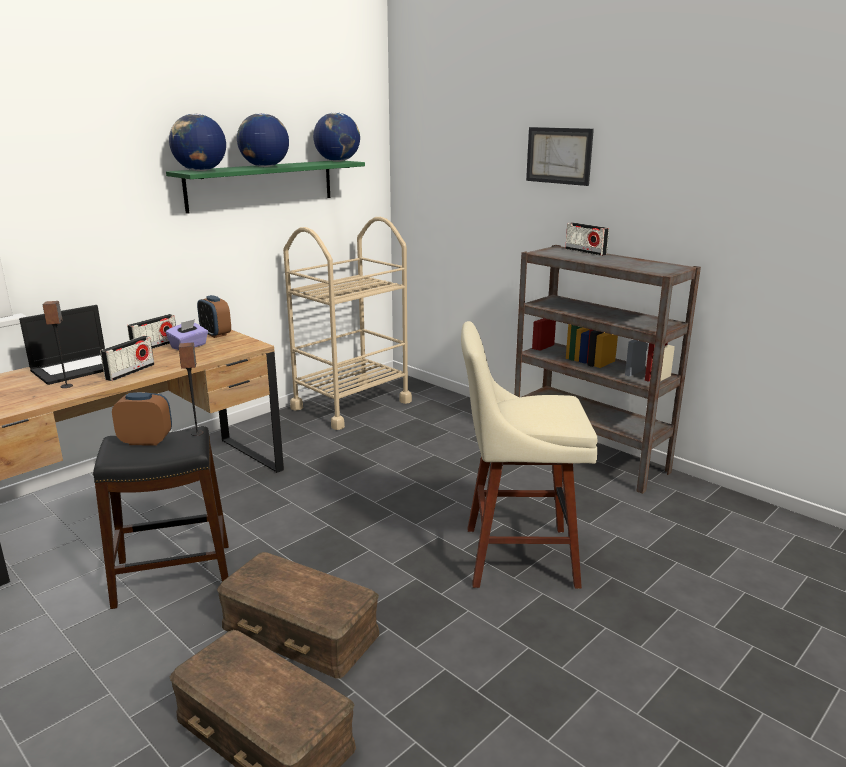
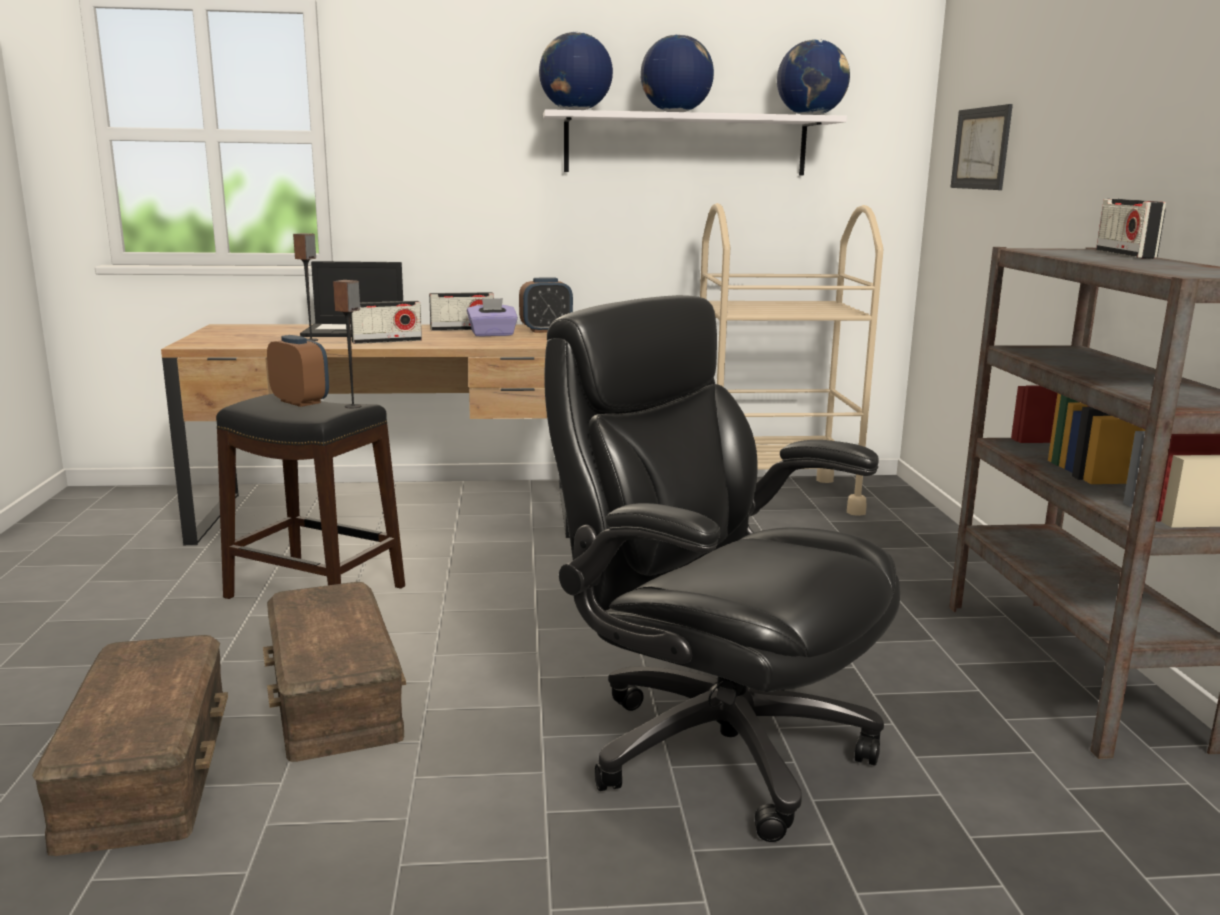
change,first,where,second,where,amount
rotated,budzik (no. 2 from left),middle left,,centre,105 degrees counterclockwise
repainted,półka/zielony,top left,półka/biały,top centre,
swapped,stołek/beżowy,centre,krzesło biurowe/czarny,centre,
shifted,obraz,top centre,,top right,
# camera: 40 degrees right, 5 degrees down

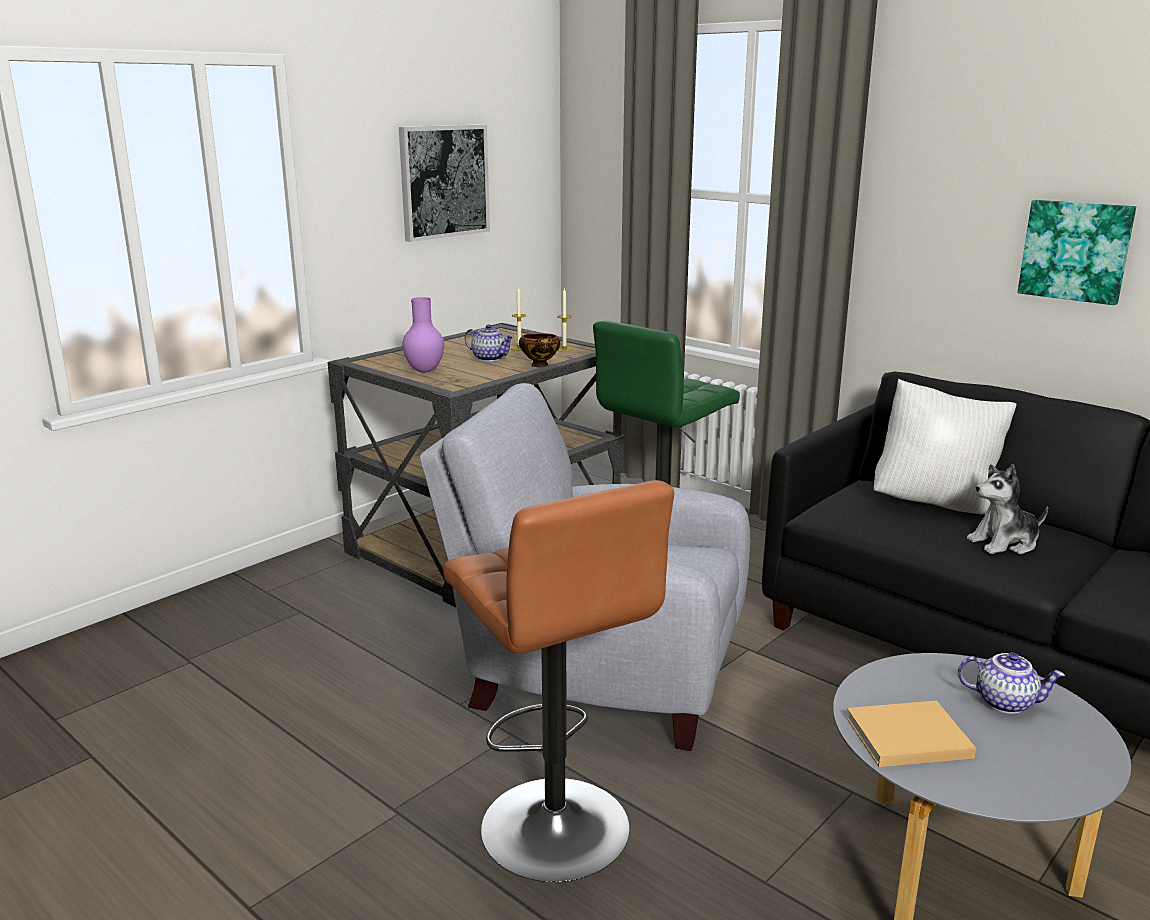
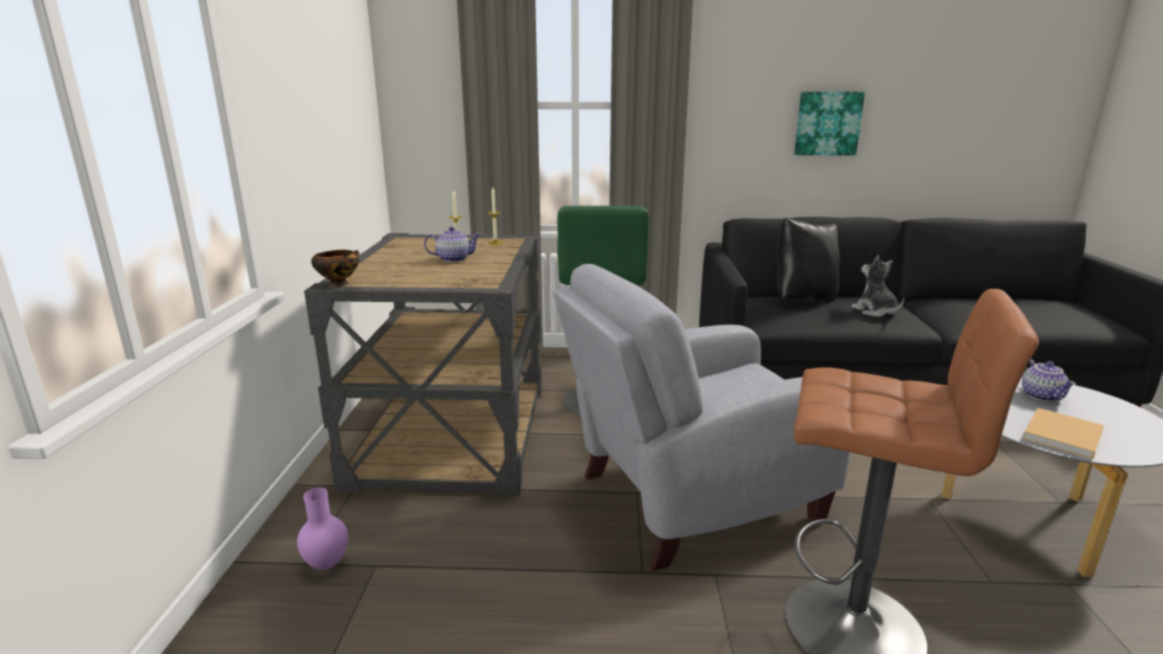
change,first,where,second,where,amount
shifted,wazon/fioletowy,centre,,bottom left,
shifted,miska,centre,,middle left,
repainted,poduszka/biały,middle right,poduszka/czarny,middle right,
rotated,pluszak,middle right,,middle right,120 degrees clockwise
rotated,imbryk (no. 2 from left),bottom right,,middle right,105 degrees clockwise
gone,obraz (no. 1 from left),top centre,,,
# camera: 40 degrees left, 0 degrees up

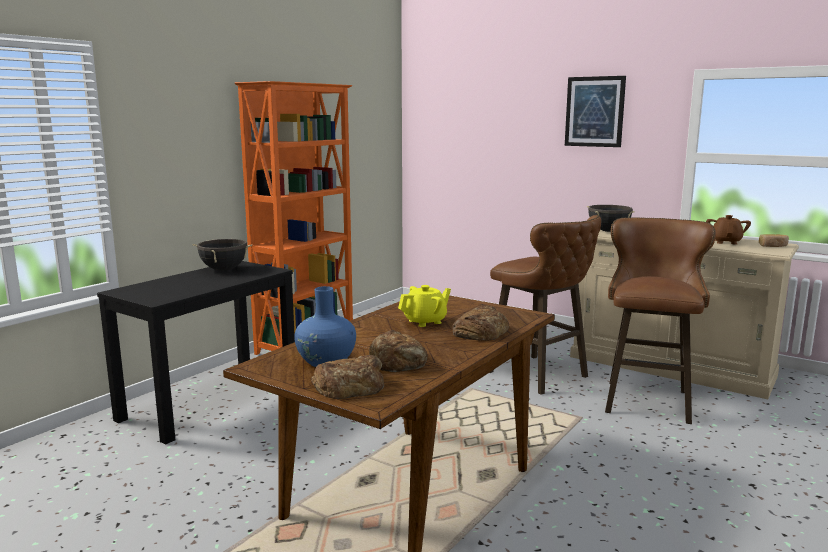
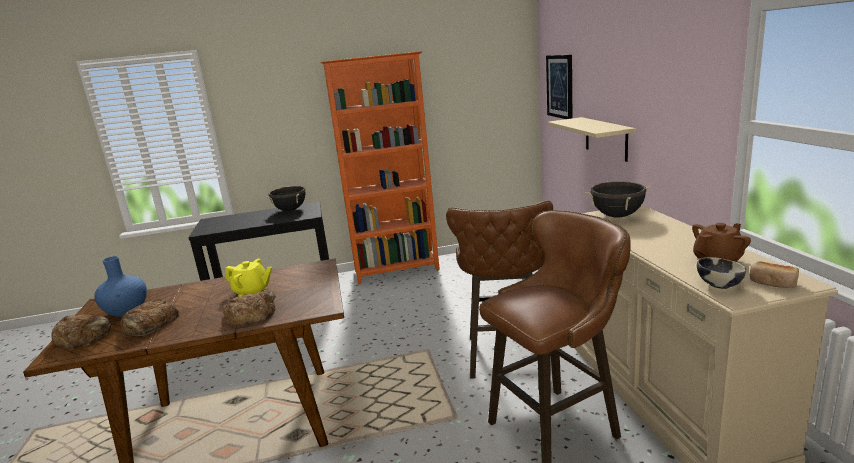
change,first,where,second,where,amount
shifted,obraz,top right,,top centre,
new,,,półka/beżowy,top right,
new,,,miska,middle right,
# camera: 45 degrees right, 5 degrees up

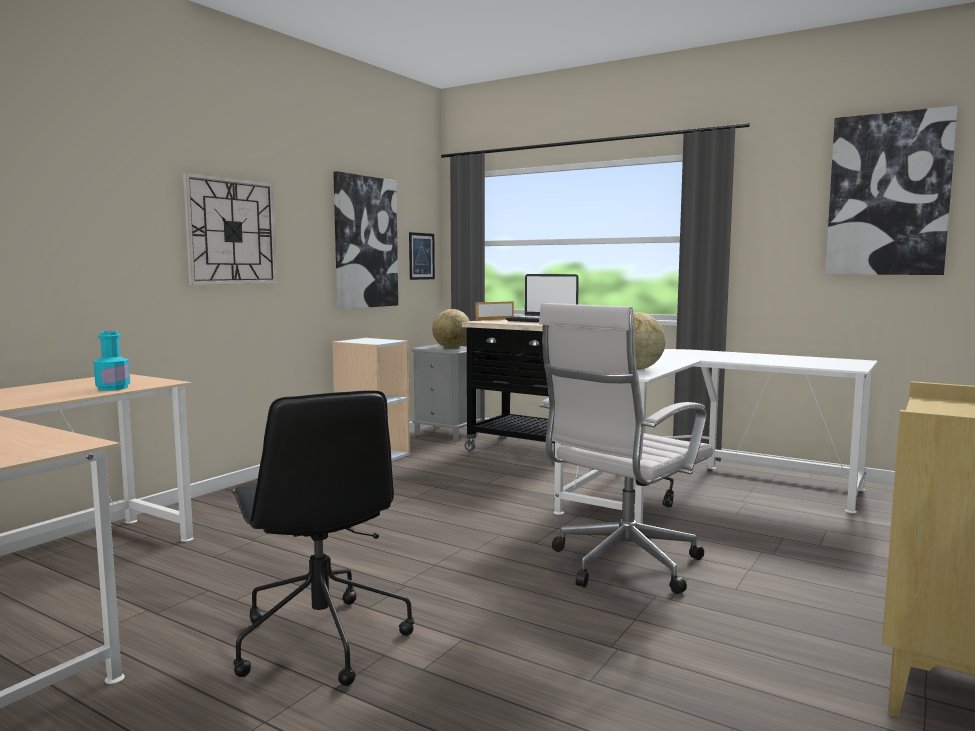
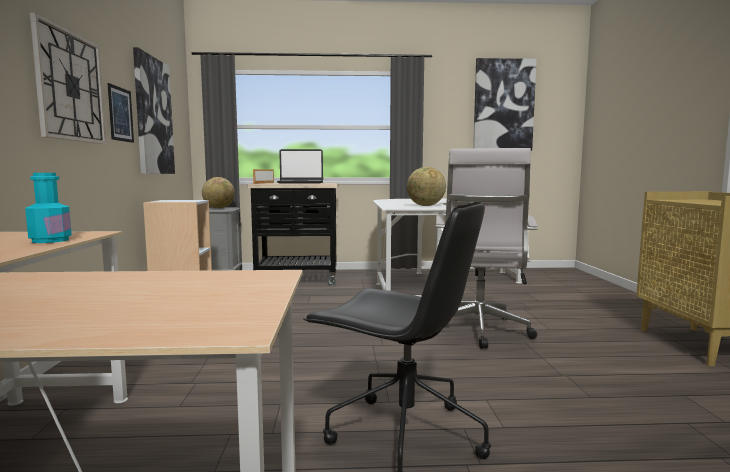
change,first,where,second,where,amount
shifted,obraz (no. 2 from left in the first image),centre,obraz (no. 1 from left),top left,
# camera: 35 degrees left, 0 degrees up

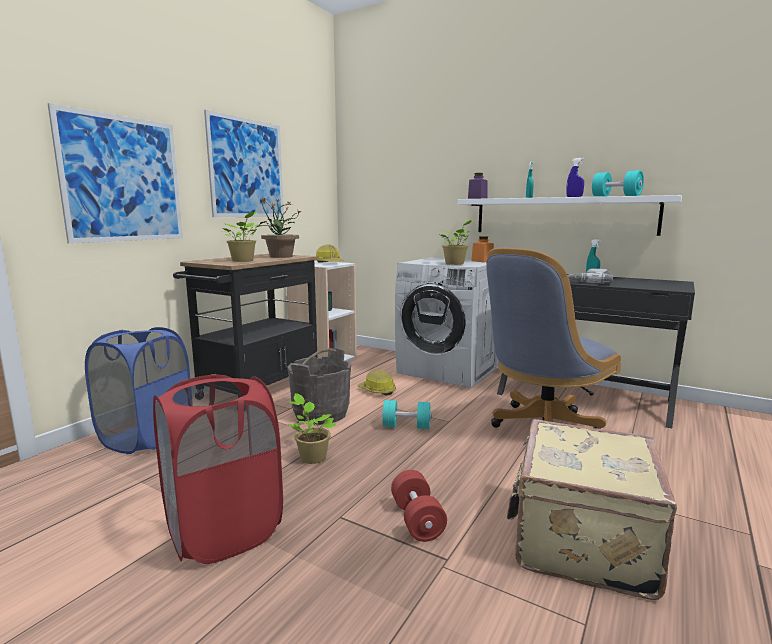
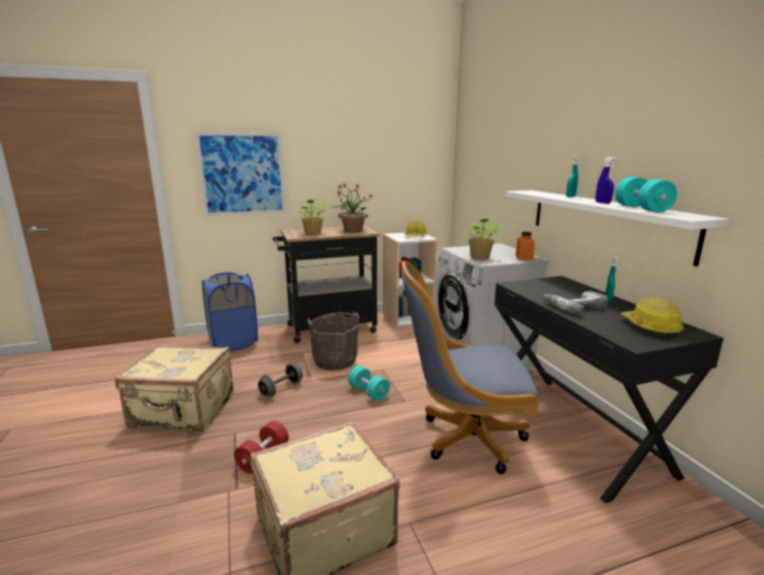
change,first,where,second,where,amount
swapped,kosz na pranie/czerwony,bottom left,walizka/beżowy (no. 1 from left),bottom left,
swapped,roślina doniczkowa (no. 3 from left),centre,hantel/szary,centre,
shifted,kask (no. 2 from left),centre,,middle right,
gone,obraz (no. 2 from left),top left,,,
gone,słoik/fioletowy,top centre,,,
# camera: 40 degrees right, 5 degrees up

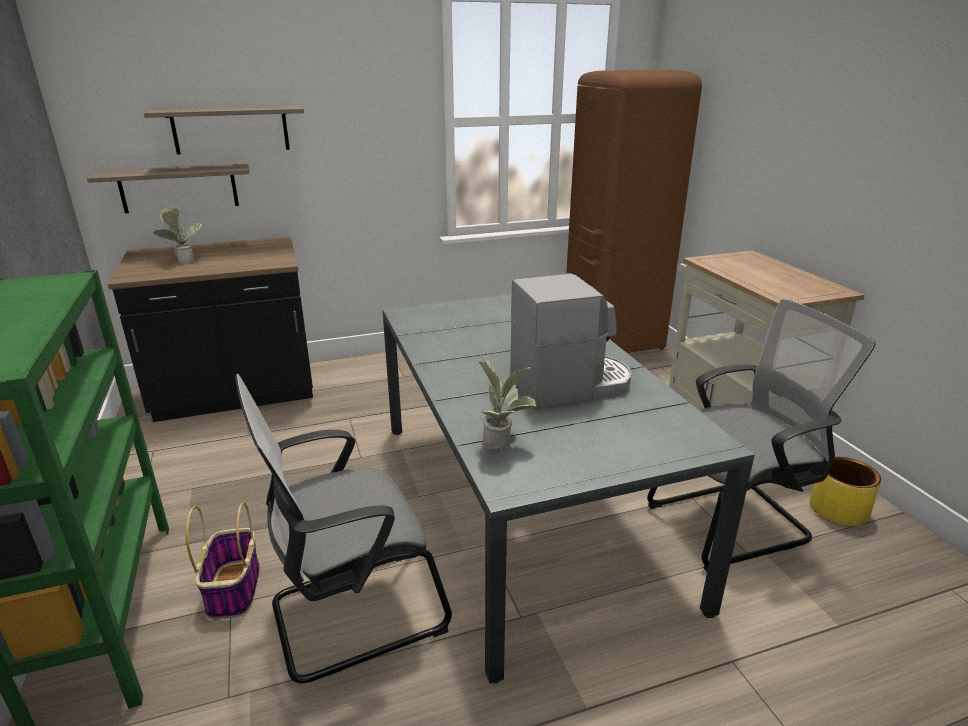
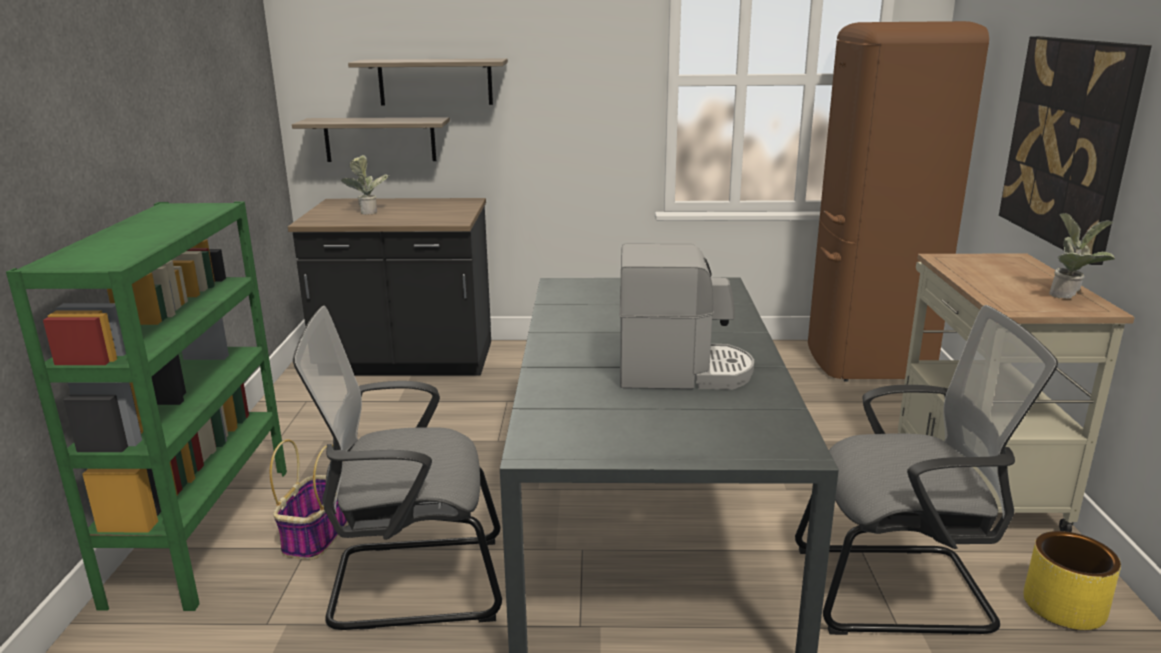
change,first,where,second,where,amount
new,,,obraz,top right,
shifted,roślina doniczkowa (no. 2 from left),centre,,middle right,
# camera: 20 degrees right, 5 degrees down

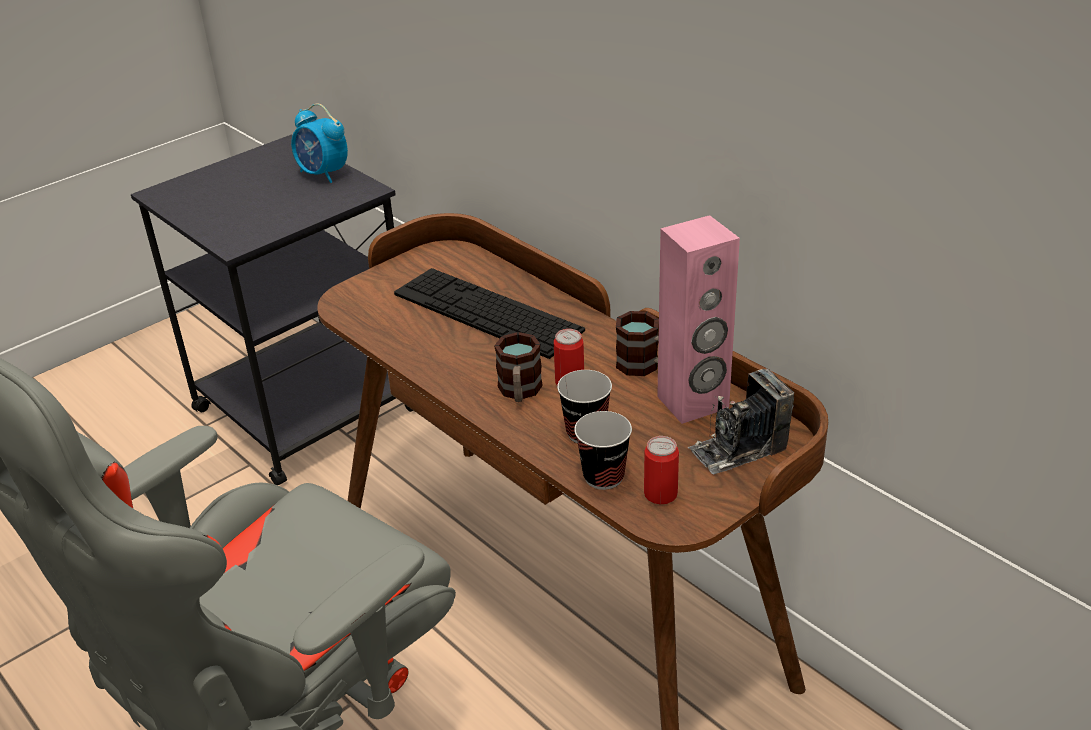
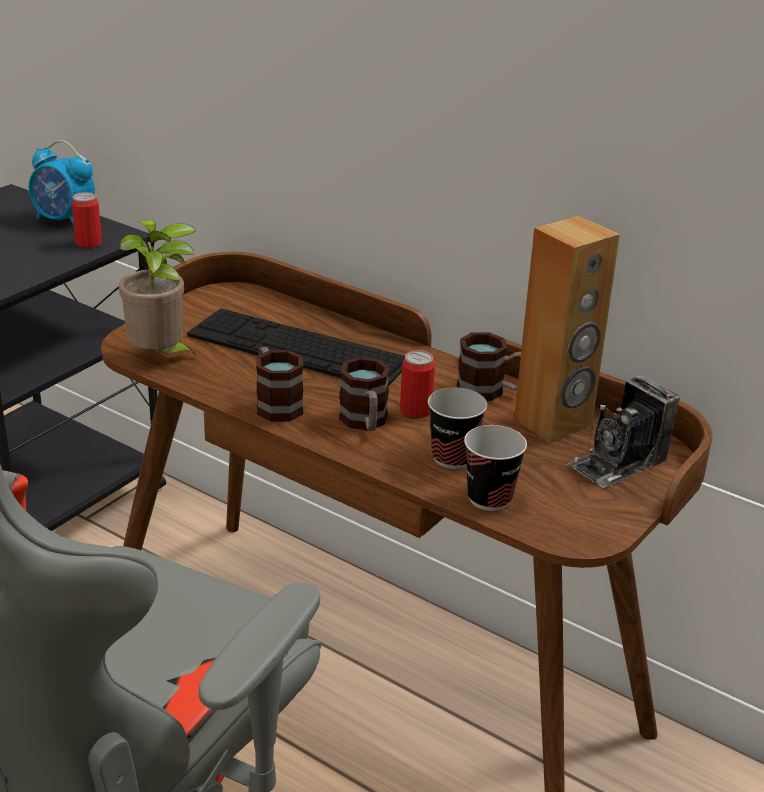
change,first,where,second,where,amount
shifted,puszka (no. 2 from left in the first image),centre,puszka (no. 1 from left),top left,
new,,,roślina doniczkowa,middle left,
new,,,kubek (no. 1 from left),centre,
repainted,głośnik/różowy,centre,głośnik/brązowy,middle right,
# camera: 15 degrees left, 5 degrees down

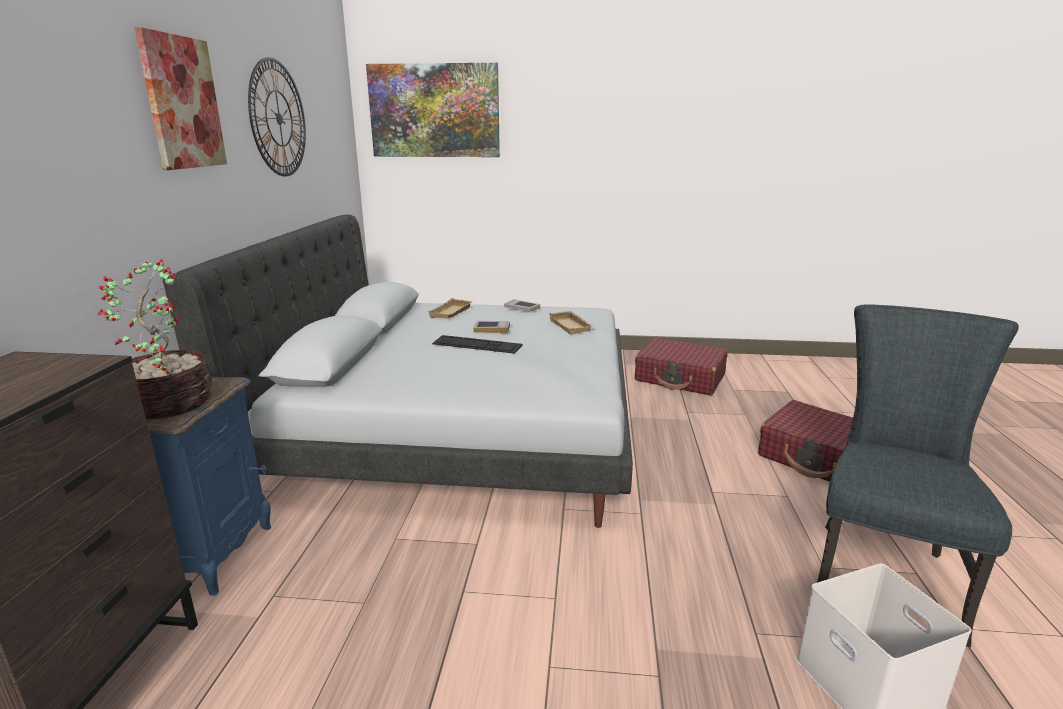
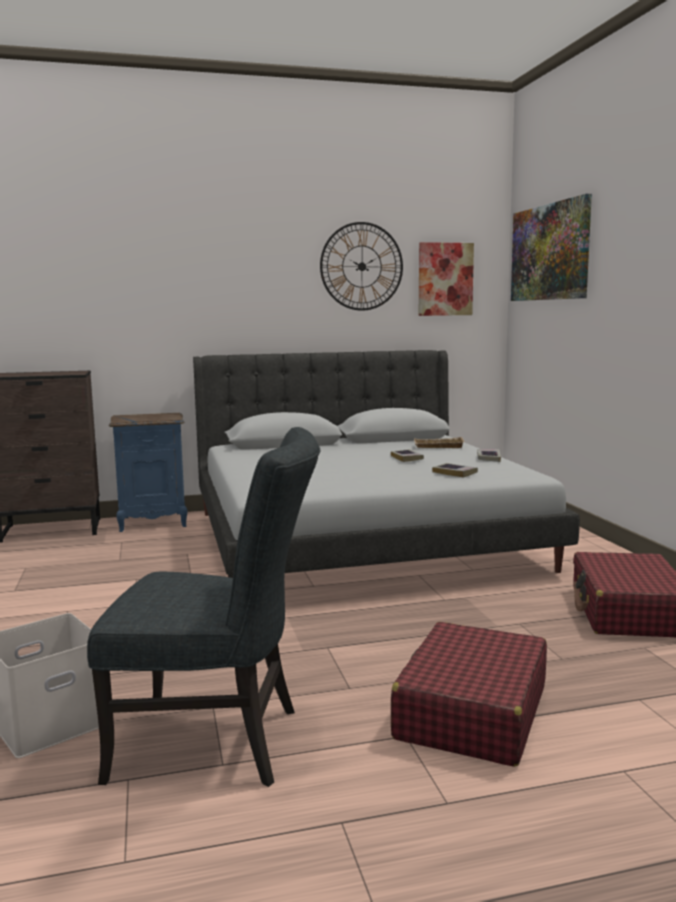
change,first,where,second,where,amount
shifted,obraz (no. 1 from left),top left,,top centre,
swapped,taca/beżowy (no. 2 from left),centre,książka (no. 2 from left),middle right,
gone,roślina doniczkowa,middle left,,,
gone,klawiatura,centre,,,
# camera: 70 degrees right, 10 degrees down

